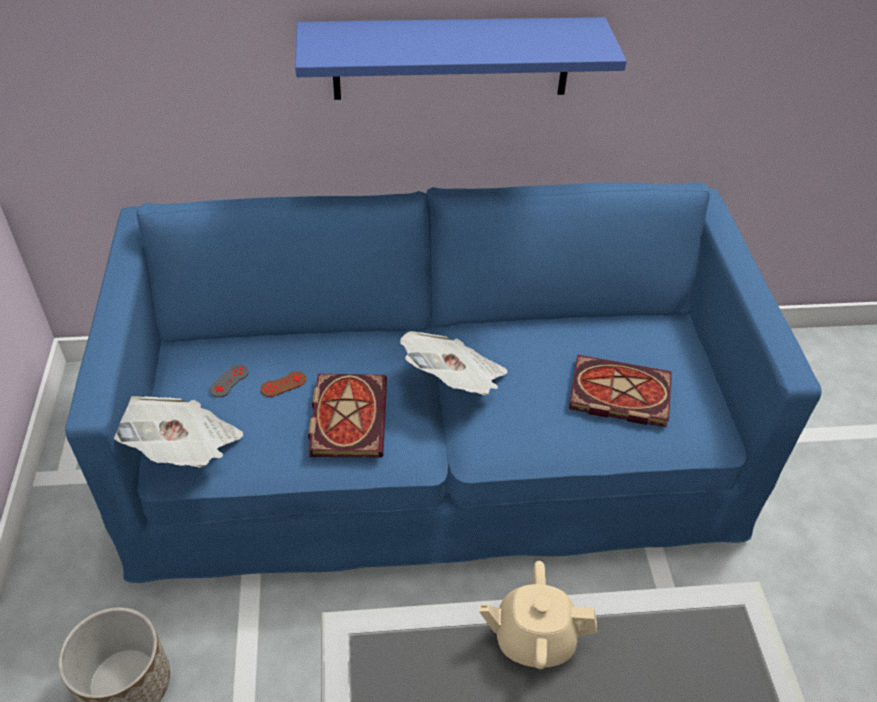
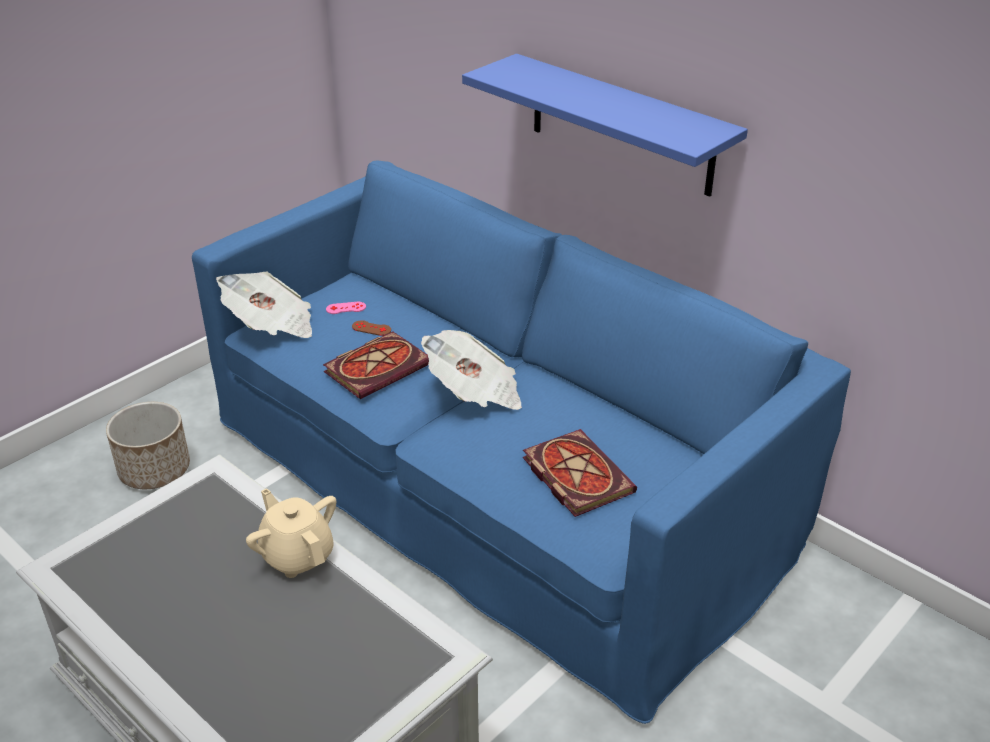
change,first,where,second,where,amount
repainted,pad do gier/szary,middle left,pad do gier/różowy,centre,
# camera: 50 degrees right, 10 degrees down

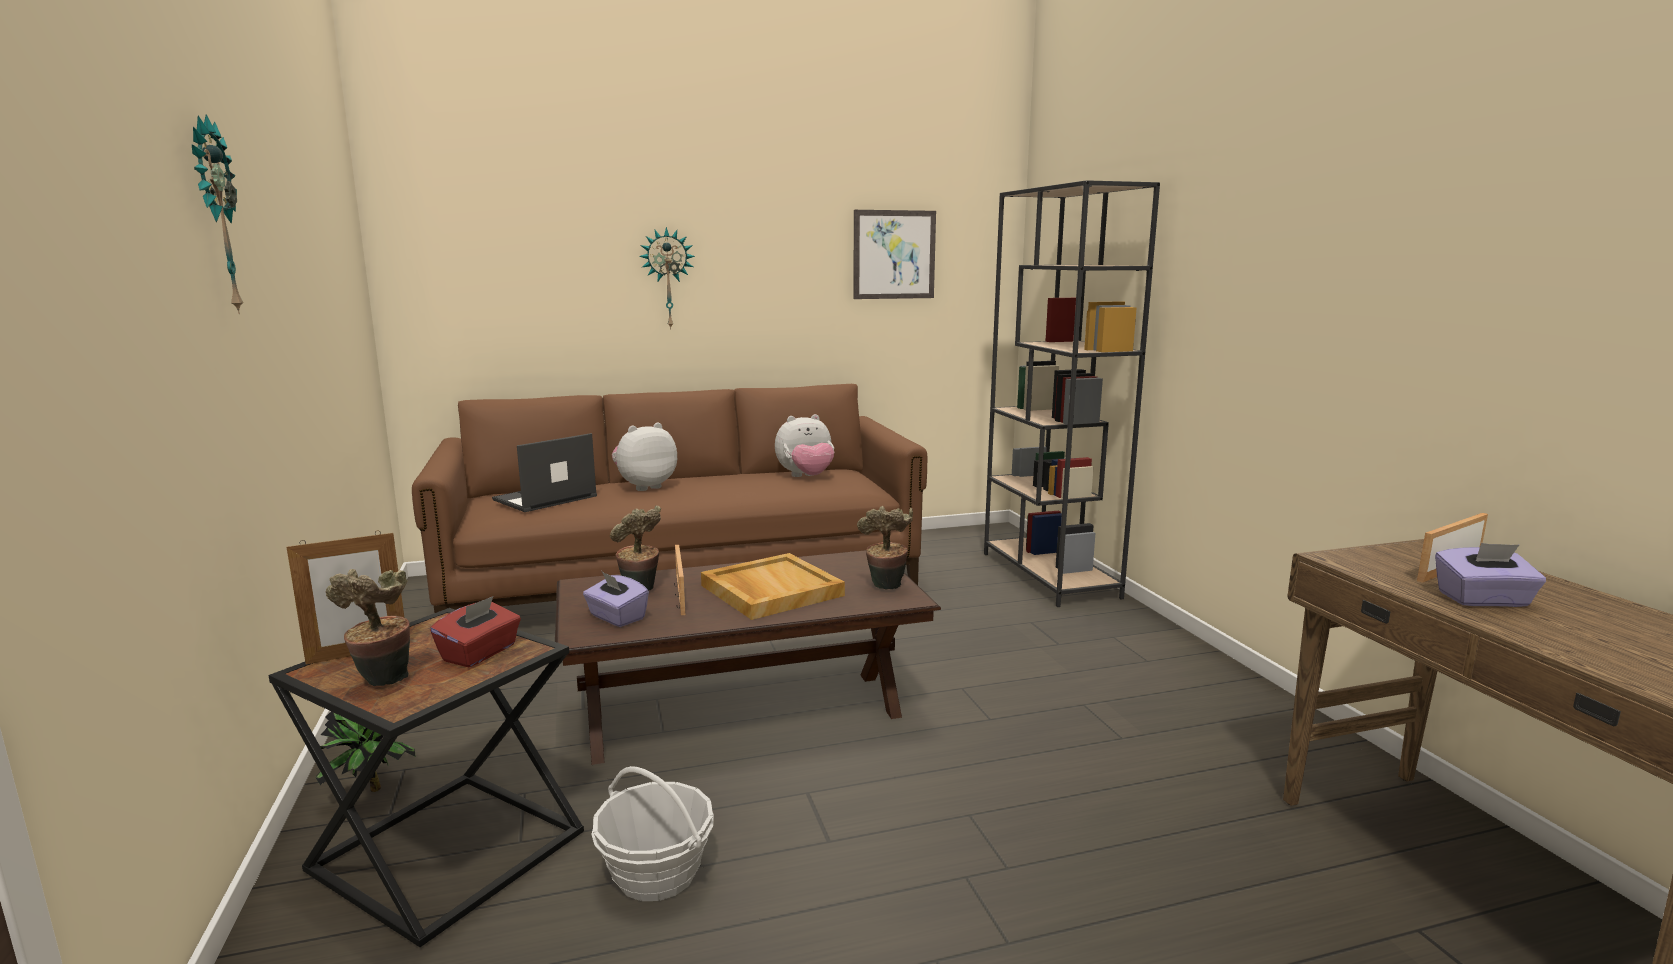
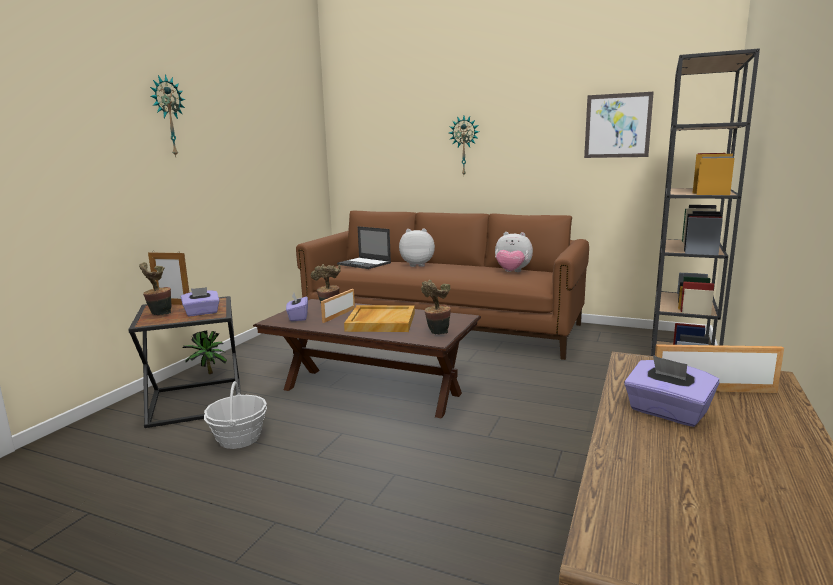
change,first,where,second,where,amount
repainted,pudełko chusteczek/czerwony,middle left,pudełko chusteczek/fioletowy (no. 1 from left),middle left,
rotated,laptop,middle left,,centre,135 degrees counterclockwise
# camera: 40 degrees right, 0 degrees up

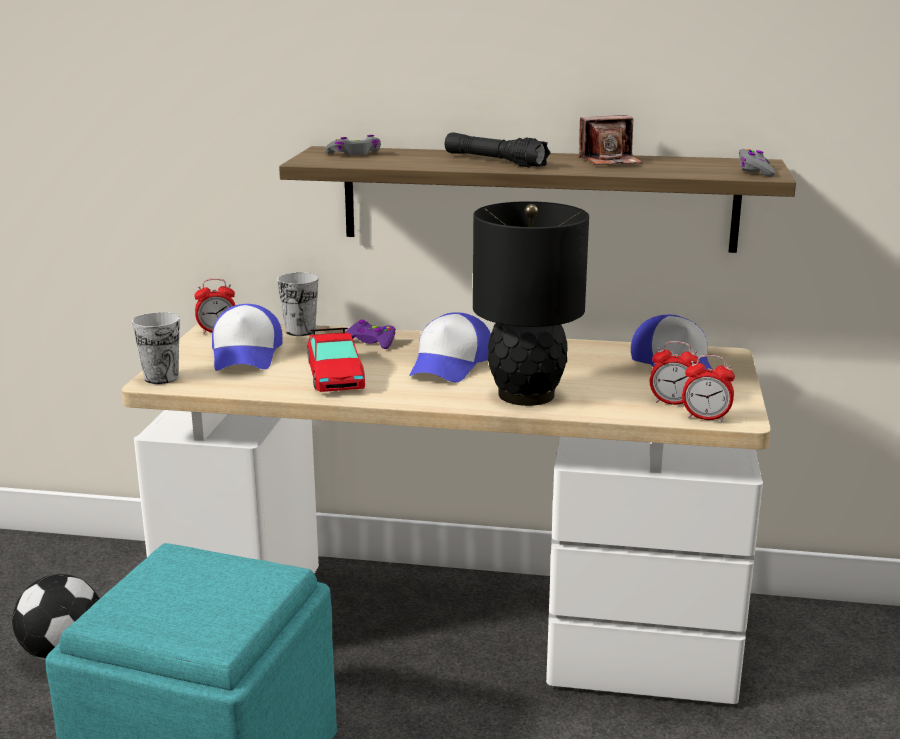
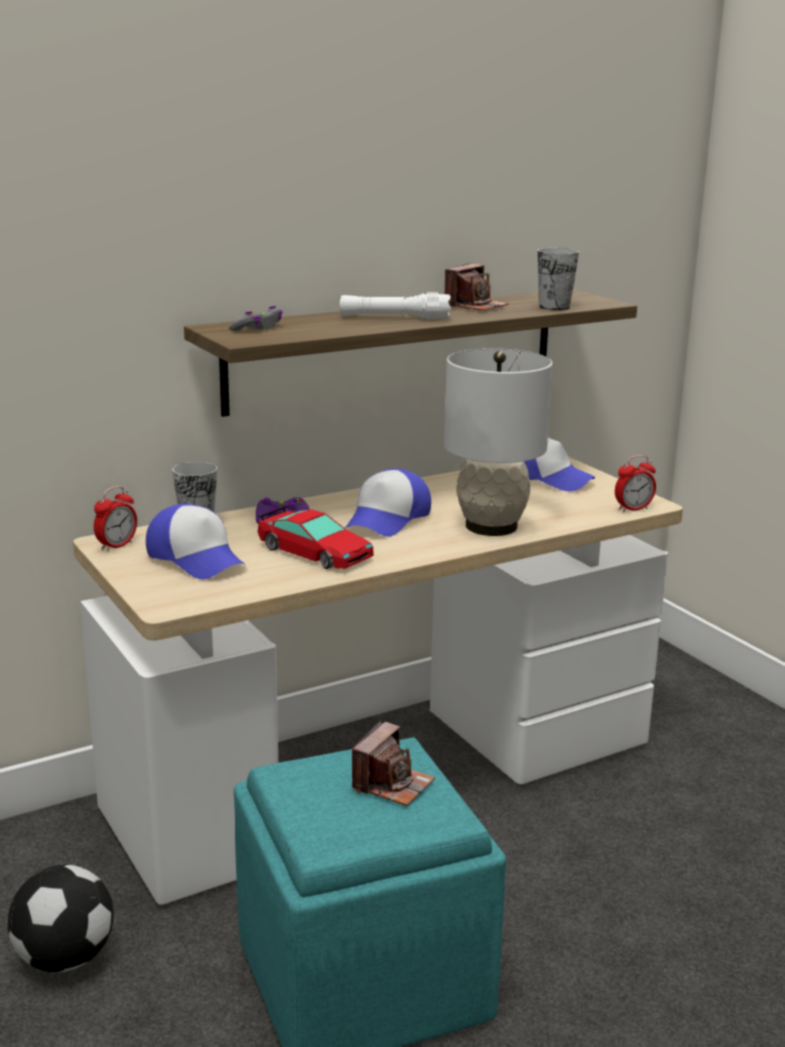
change,first,where,second,where,amount
repainted,latarka/czarny,top centre,latarka/biały,top centre,
rotated,czapka z daszkiem (no. 2 from left),centre,,centre,45 degrees clockwise
new,,,aparat fotograficzny (no. 1 from left),bottom centre,
repainted,lampa stołowa/czarny,centre,lampa stołowa/biały,centre,
shifted,filiżanka (no. 1 from left in the first image),middle left,filiżanka (no. 2 from left),top right,
gone,budzik (no. 2 from left),middle right,,,
gone,pad do gier/szary (no. 2 from left),top right,,,
# camera: 40 degrees left, 0 degrees up

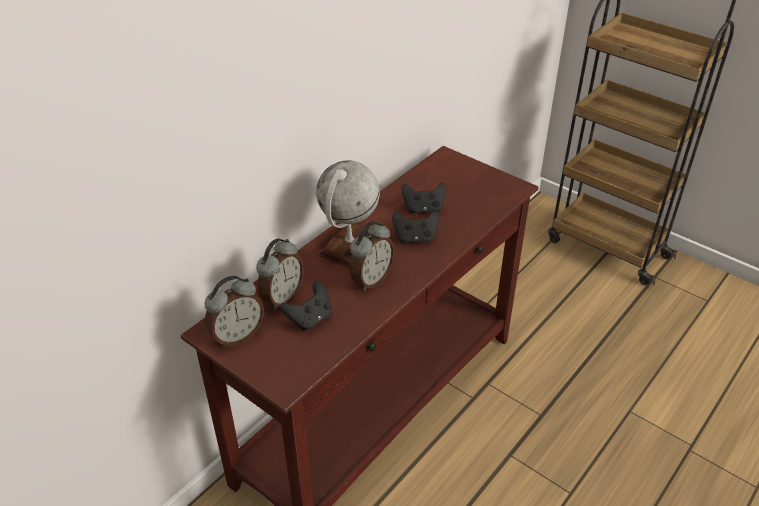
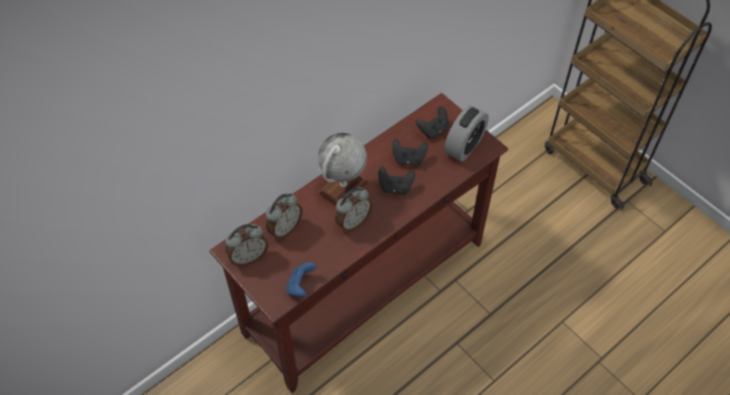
change,first,where,second,where,amount
new,,,pad do gier/niebieski,bottom centre,
shifted,pad do gier/czarny (no. 1 from left in the first image),centre,pad do gier/czarny (no. 3 from left),top centre,
new,,,budzik (no. 4 from left),centre,
# camera: 10 degrees right, 15 degrees up

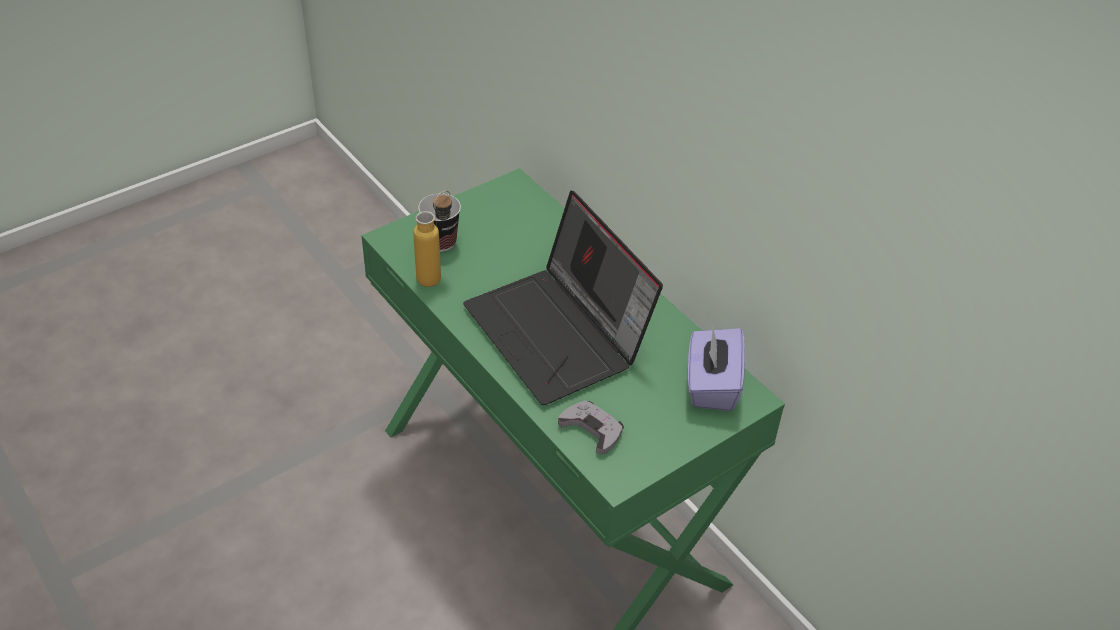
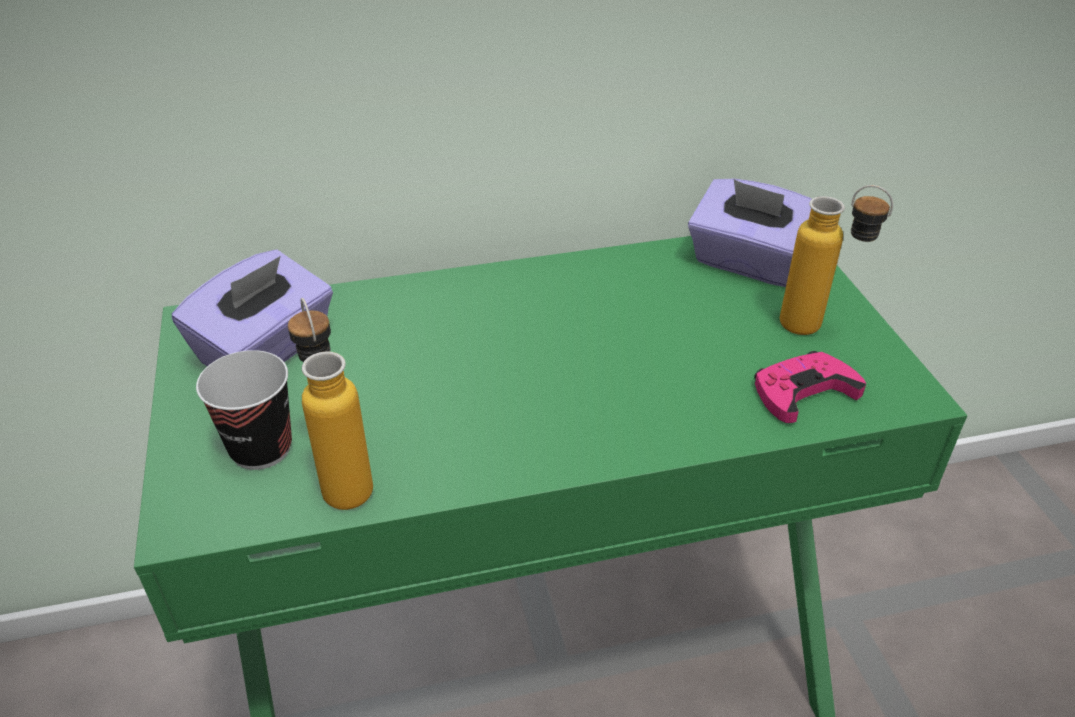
change,first,where,second,where,amount
new,,,pudełko chusteczek/fioletowy (no. 1 from left),middle left,
repainted,pad do gier/szary,bottom centre,pad do gier/różowy,middle right,
new,,,butelka (no. 2 from left),middle right,
gone,laptop,centre,,,
# camera: 65 degrees left, 5 degrees down

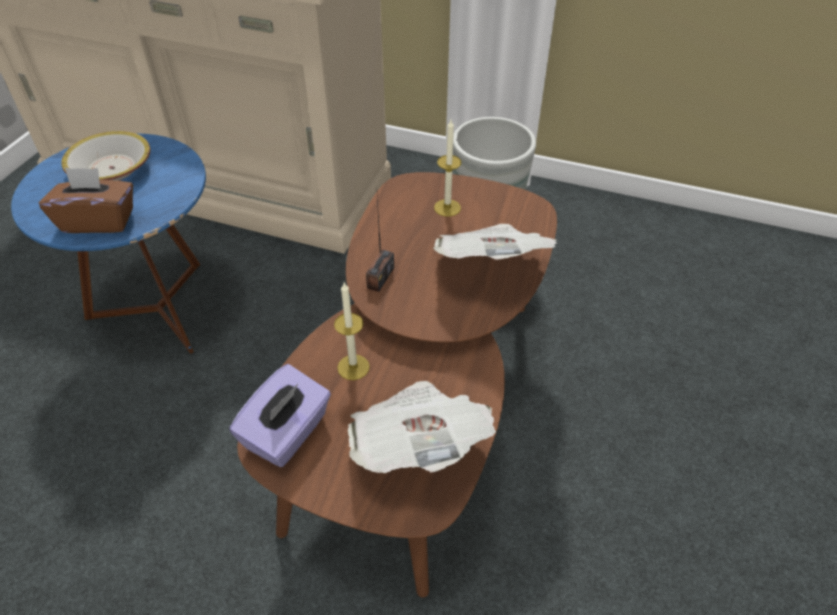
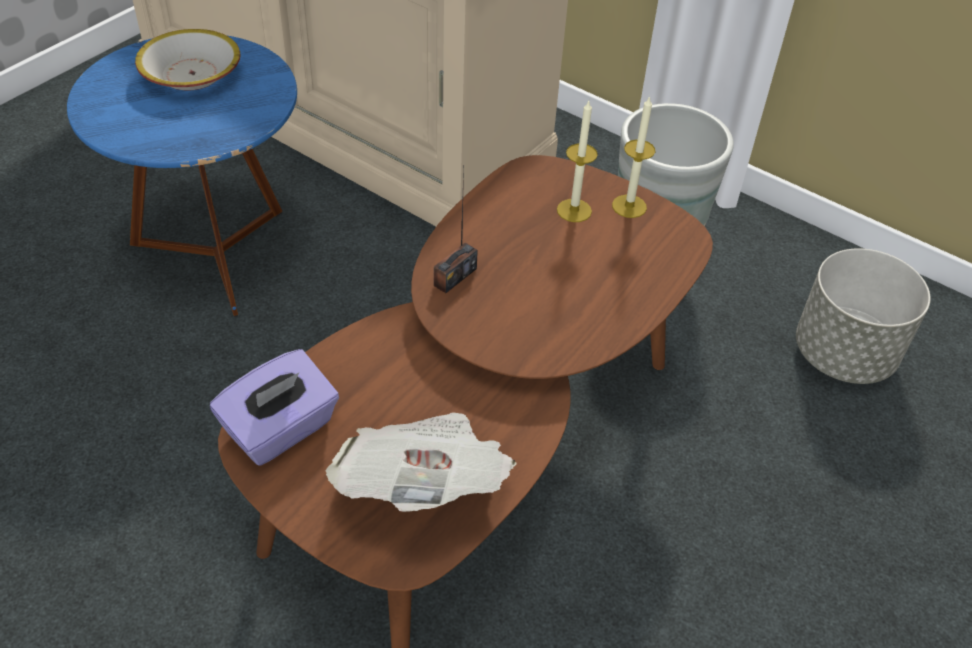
change,first,where,second,where,amount
shifted,świeca (no. 1 from left in the first image),centre,świeca (no. 2 from left),top centre,
new,,,donica/szary (no. 2 from left),middle right,
gone,pudełko chusteczek/brązowy,top left,,,
gone,gazeta (no. 2 from left),centre,,,
# camera: 15 degrees right, 0 degrees up

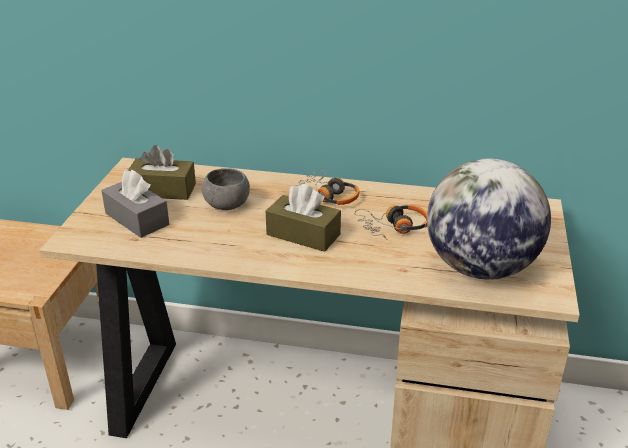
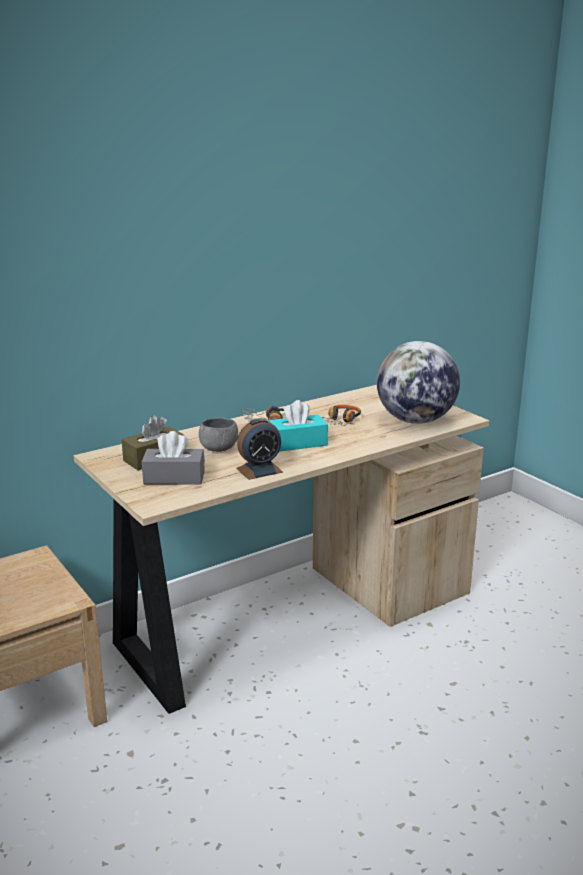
change,first,where,second,where,amount
new,,,budzik,centre,
repainted,pudełko chusteczek/brązowy (no. 2 from left),centre,pudełko chusteczek/turkusowy,centre,
# camera: 45 degrees left, 10 degrees down

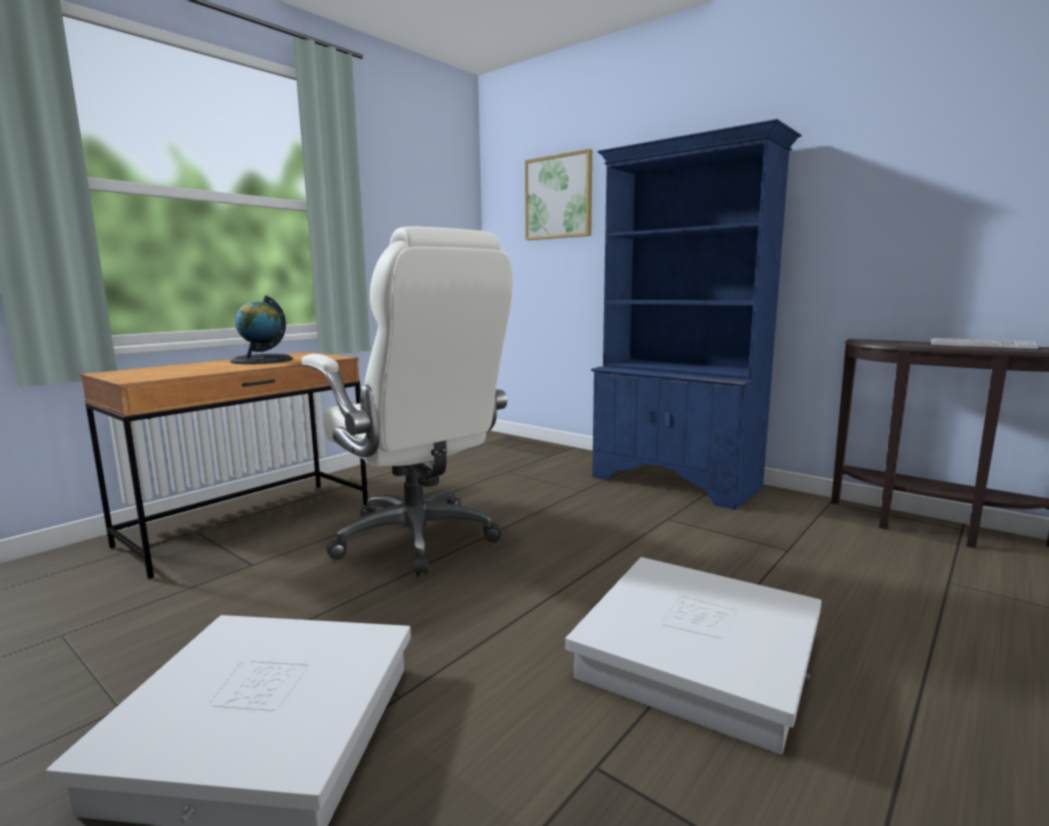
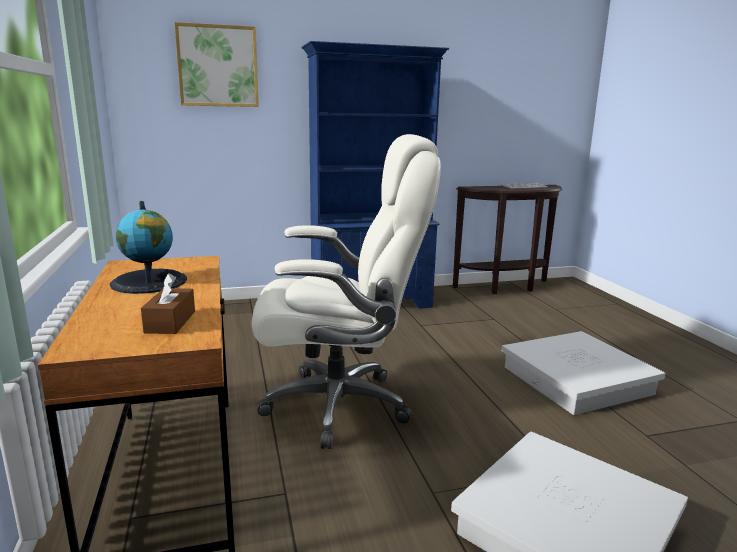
change,first,where,second,where,amount
new,,,pudełko chusteczek/brązowy,middle left,
# camera: 55 degrees left, 5 degrees up

